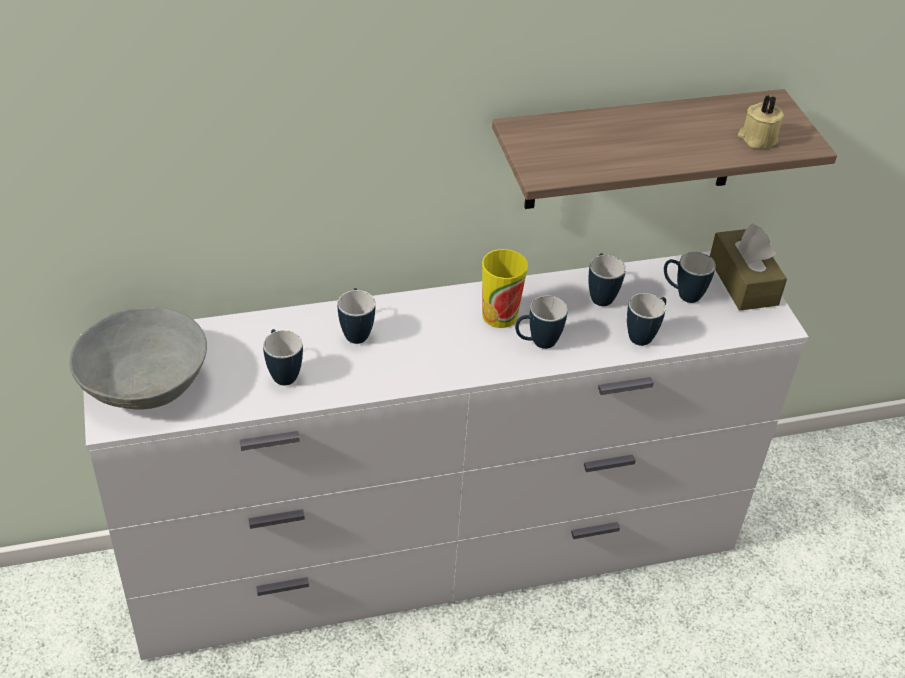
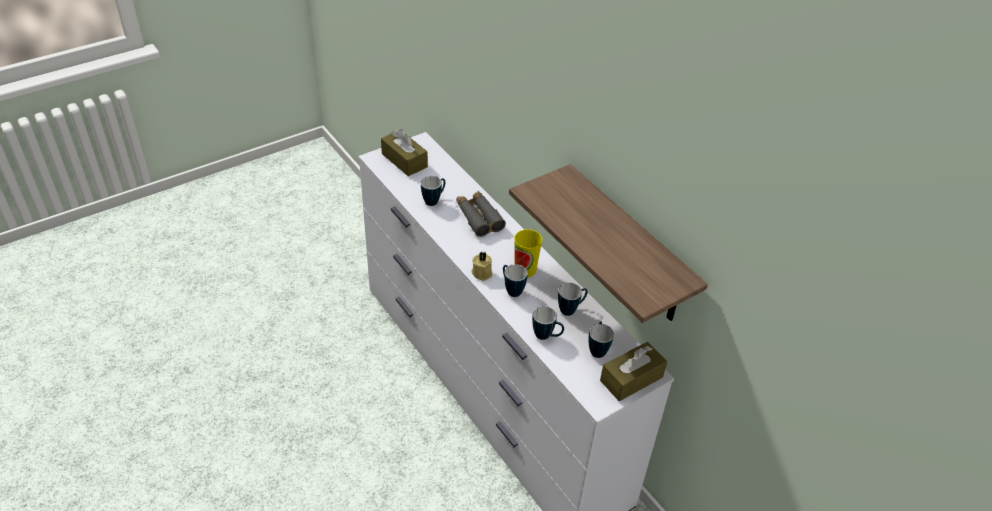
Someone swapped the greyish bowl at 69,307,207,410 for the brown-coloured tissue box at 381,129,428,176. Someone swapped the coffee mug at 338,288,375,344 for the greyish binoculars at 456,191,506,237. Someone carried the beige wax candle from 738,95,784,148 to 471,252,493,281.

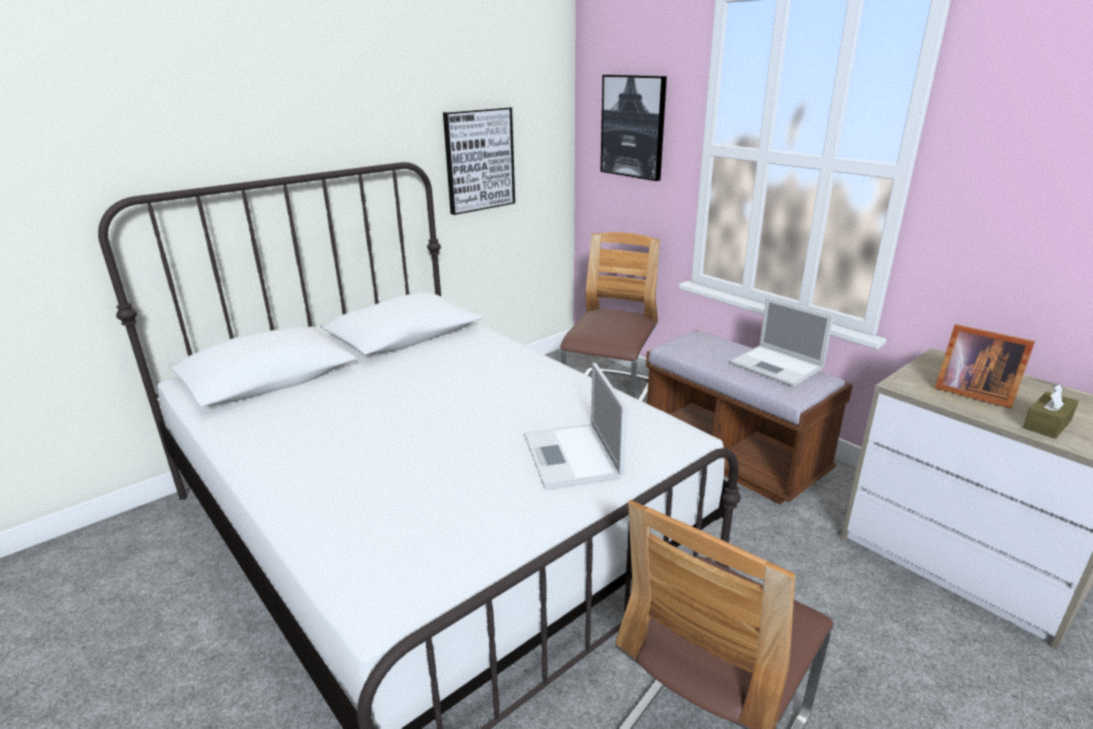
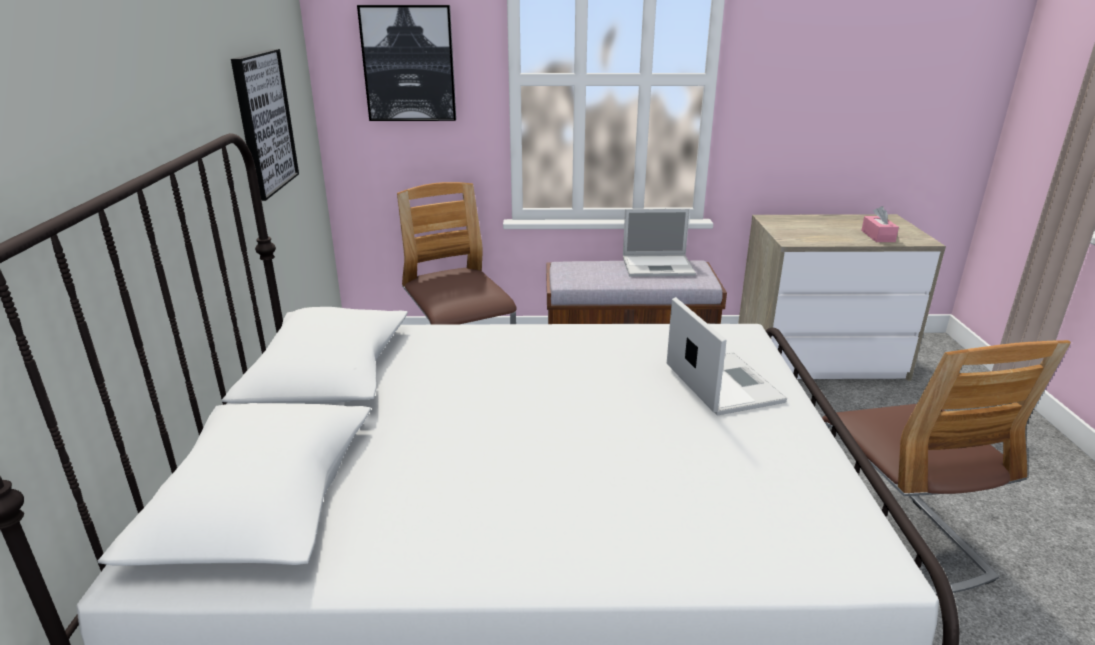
Someone rotated the laptop at 524,363,627,490 by 135 degrees counterclockwise. Someone took away the photo frame at 935,324,1035,409. Someone repainted the brown-coloured tissue box at 1023,383,1079,439, which became the pink-coloured tissue box at 861,206,899,242.

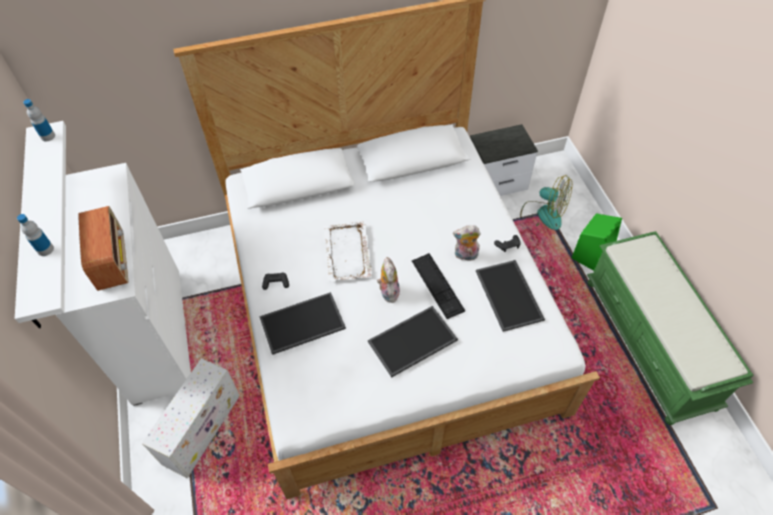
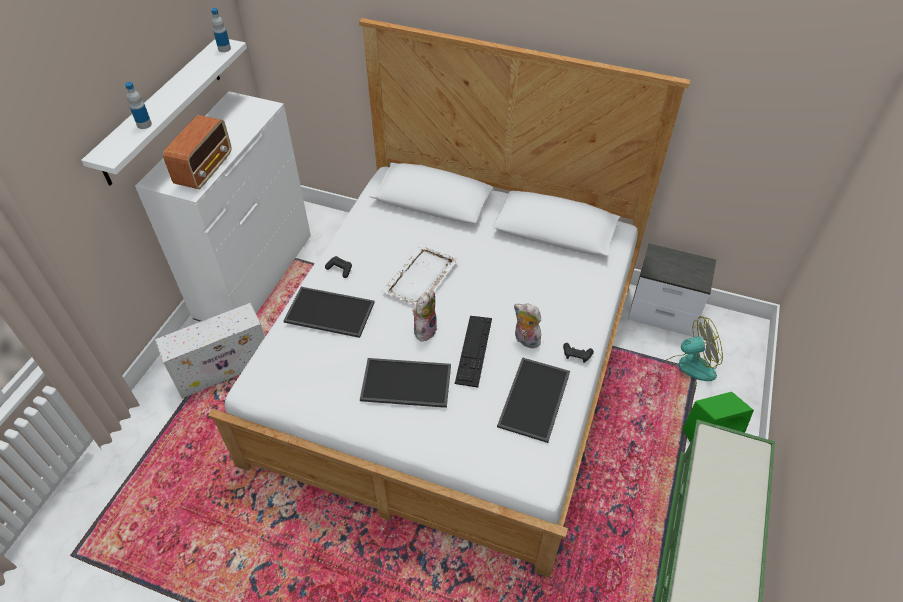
Someone rotated the electric fan at 520,175,572,230 by 75 degrees counterclockwise.

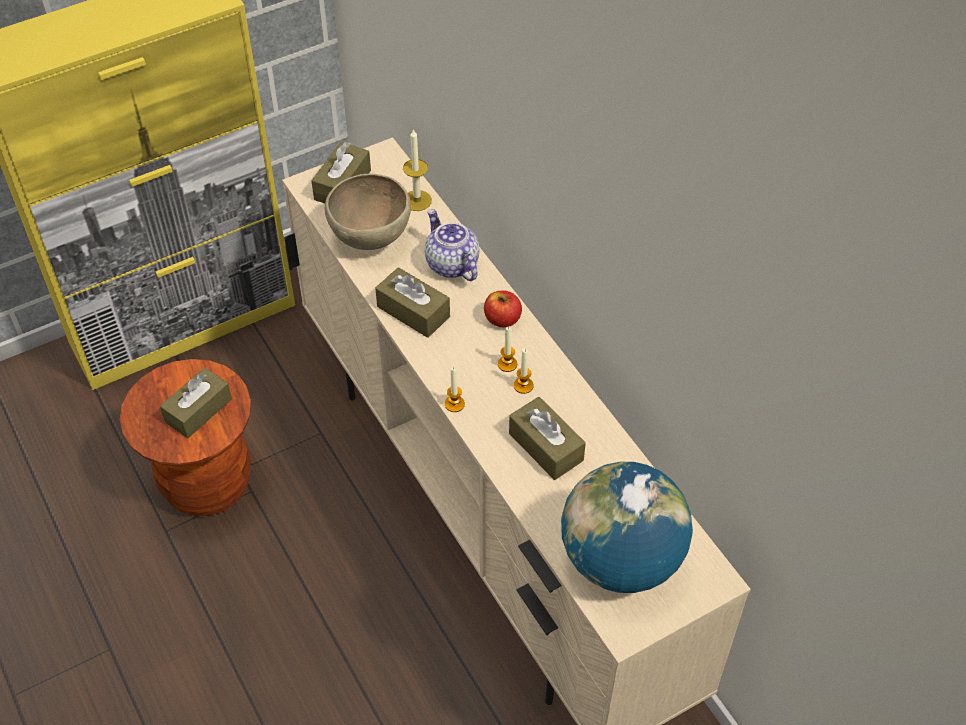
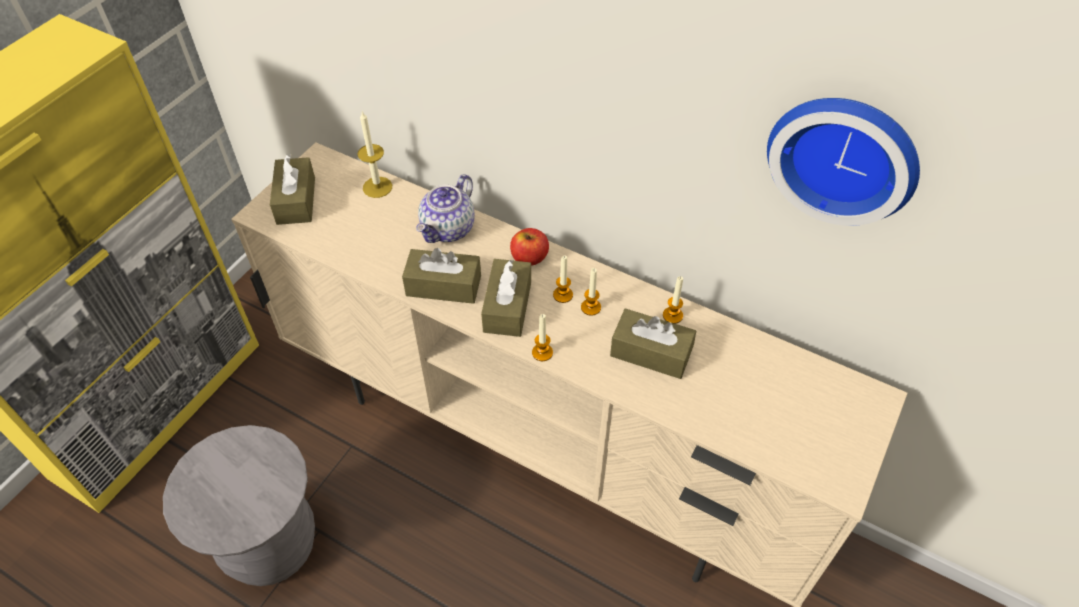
Someone repainted the brown-coloured sitting stool at 120,359,251,516, which became the greyish sitting stool at 163,425,315,586. Someone carried the brown-coloured tissue box from 160,367,232,438 to 481,259,531,337. Someone took away the brown-coloured bowl at 325,174,411,250. Someone rotated the tea pot at 425,209,479,281 by 90 degrees counterclockwise. Someone took away the world globe at 561,462,693,593. Someone put down the wax candle at 663,276,683,324. Someone put up the clock on the wall at 767,98,920,226.

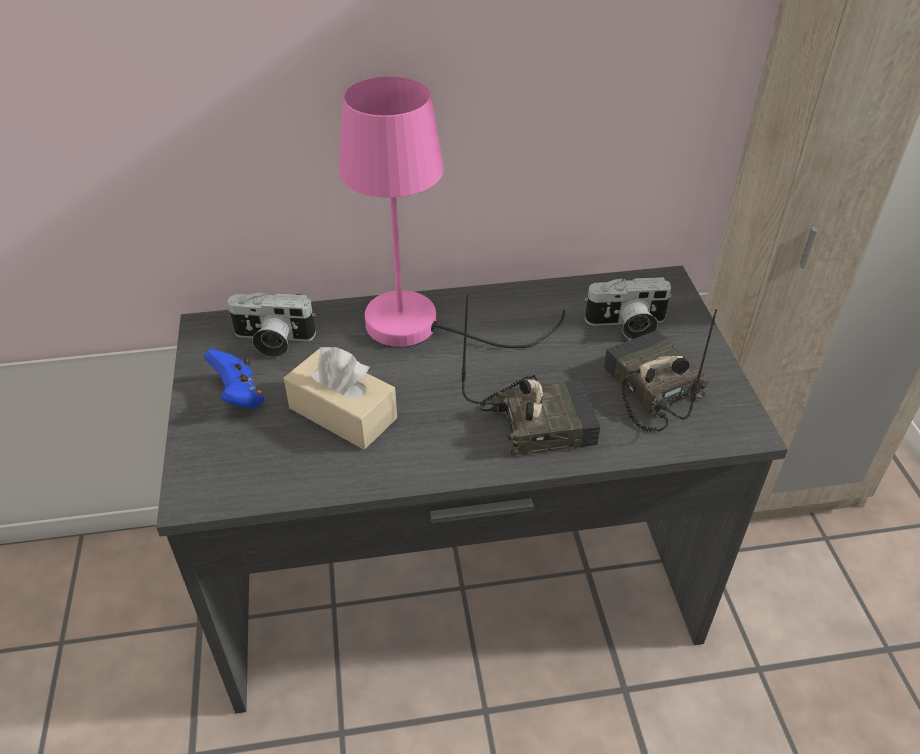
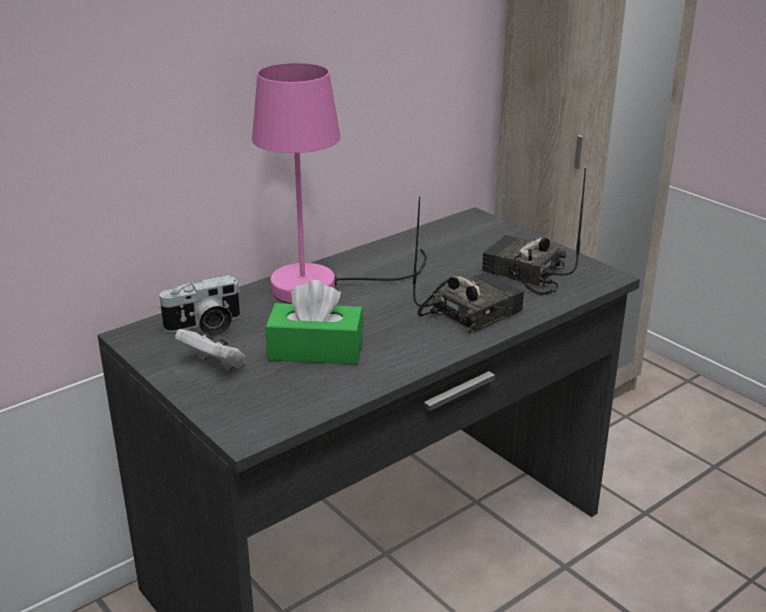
Someone repainted the blue game controller at 204,349,264,408, which became the white-coloured game controller at 175,329,246,370. Someone repainted the beige tissue box at 284,347,397,449, which became the greenish tissue box at 265,280,364,365. Someone took away the still camera at 584,277,672,340.

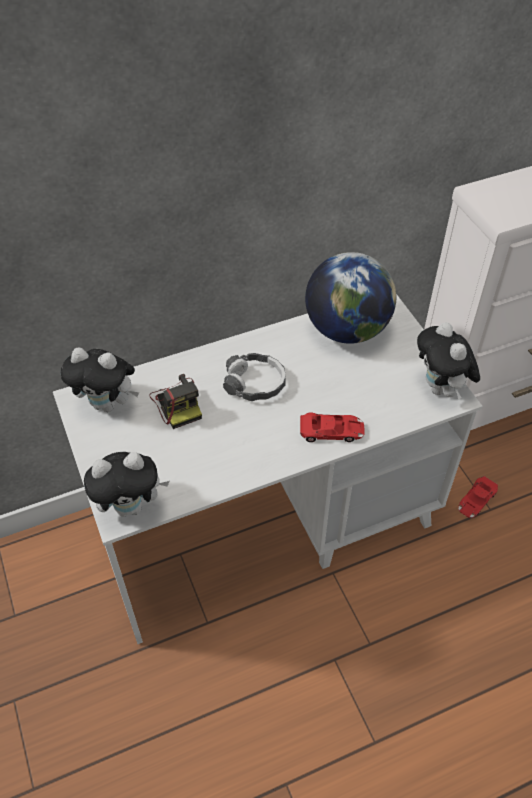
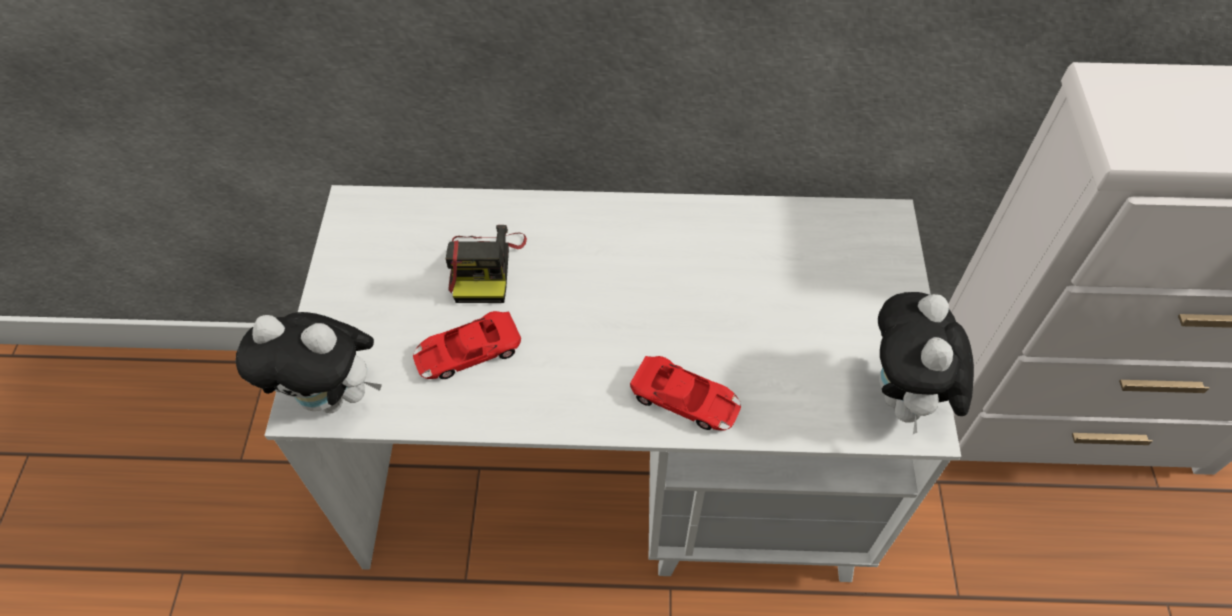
Someone took away the soft toy at 60,348,139,412. Someone took away the pair of headphones at 223,353,286,401. Someone took away the world globe at 305,252,396,344. Someone carried the red-coloured model car from 458,476,498,518 to 413,311,521,379.

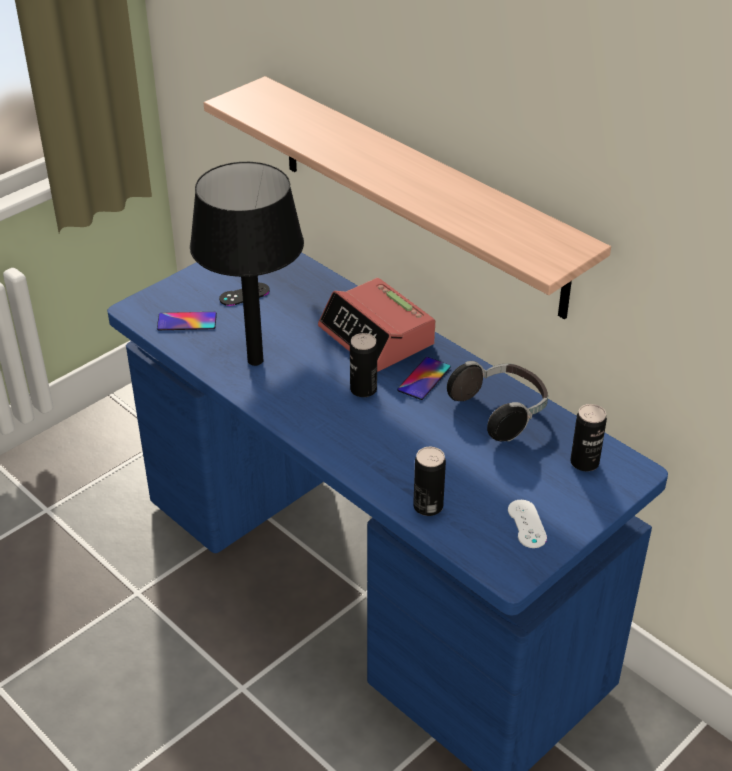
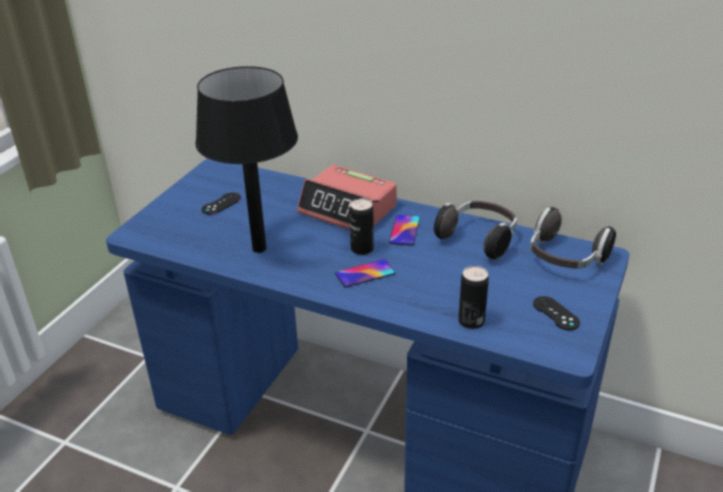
Someone carried the telephone from 157,312,217,330 to 335,259,395,288. Someone took away the shelf at 204,76,611,319. Someone repainted the white-coloured game controller at 508,500,547,548, which became the black-coloured game controller at 533,296,580,331. Someone swapped the can at 570,404,607,471 for the pair of headphones at 530,207,616,269.

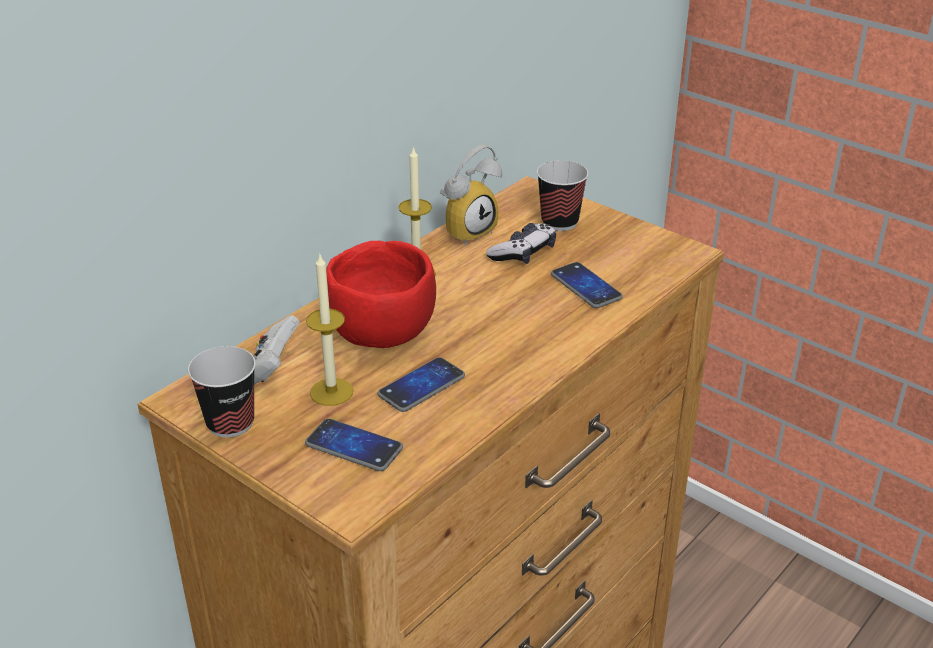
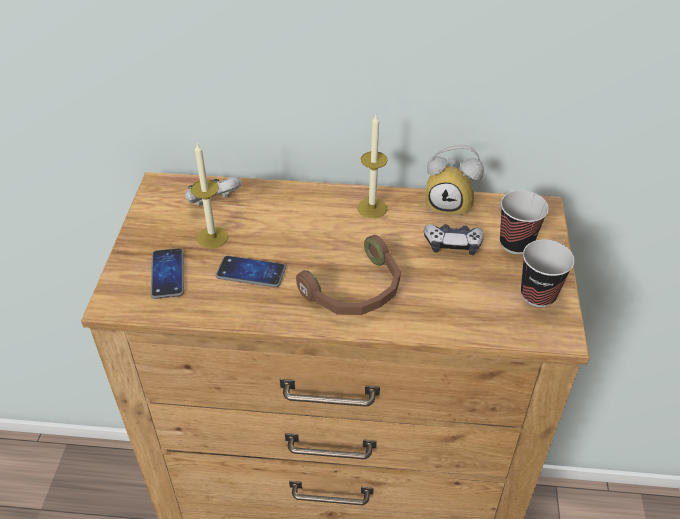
Someone carried the cup from 188,346,256,438 to 521,239,575,307. Someone took away the red-coloured bowl at 326,241,436,348. Someone took away the telephone at 551,262,623,308. Someone put down the brown-coloured pair of headphones at 296,235,401,315.

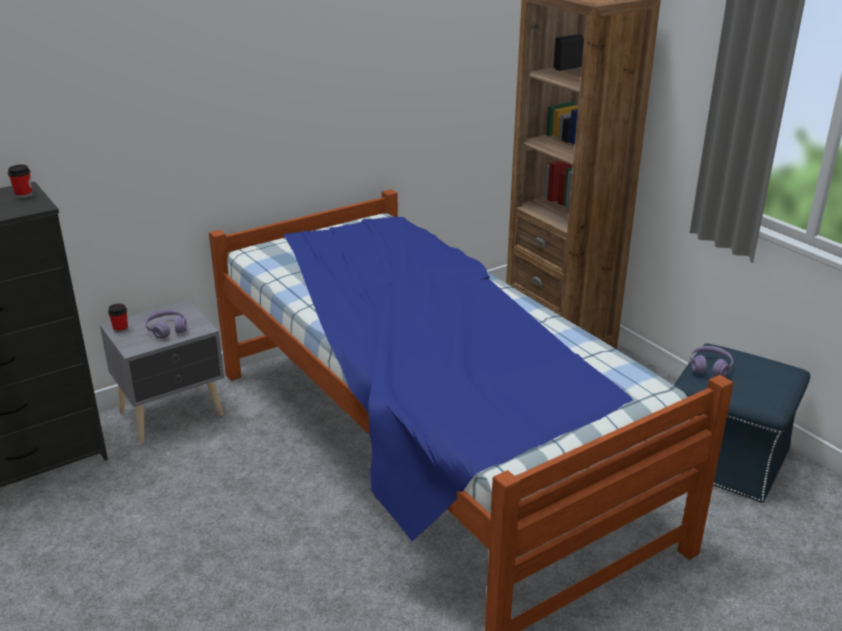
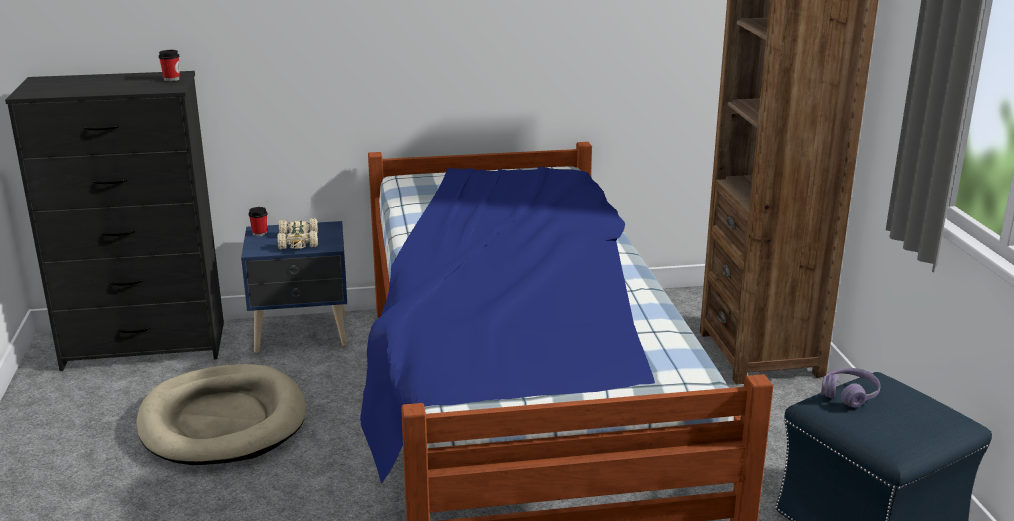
Someone repainted the greyish night table at 100,300,225,443, which became the blue night table at 241,221,347,353. Someone swapped the purplish pair of headphones at 145,310,187,339 for the beige model car at 277,218,318,249. Someone put down the beige dog cushion at 137,364,306,465.

